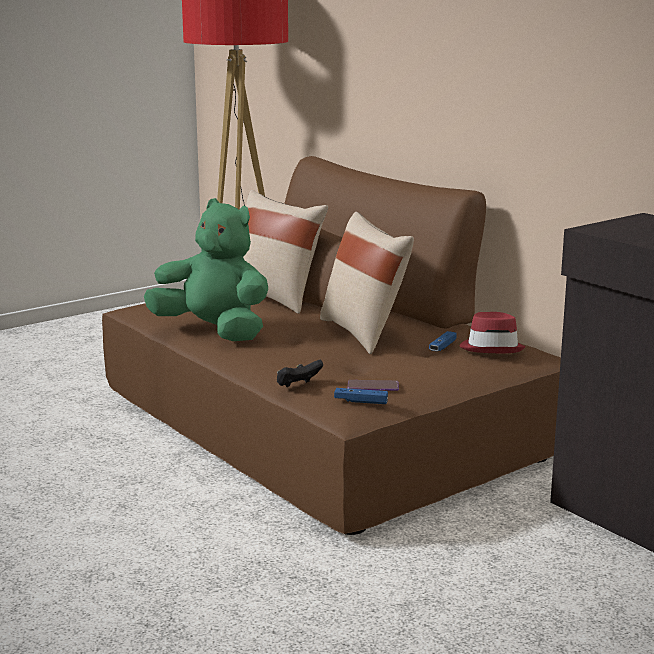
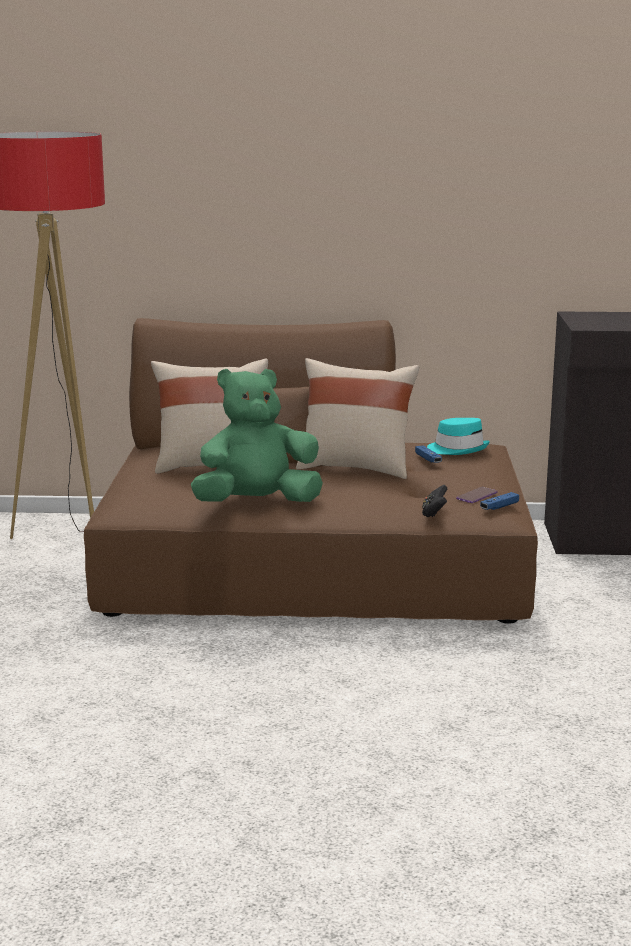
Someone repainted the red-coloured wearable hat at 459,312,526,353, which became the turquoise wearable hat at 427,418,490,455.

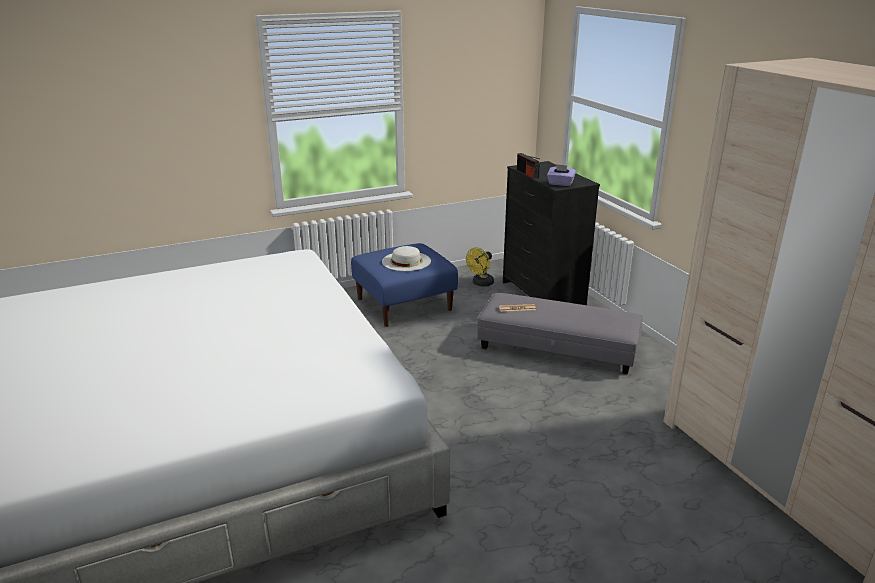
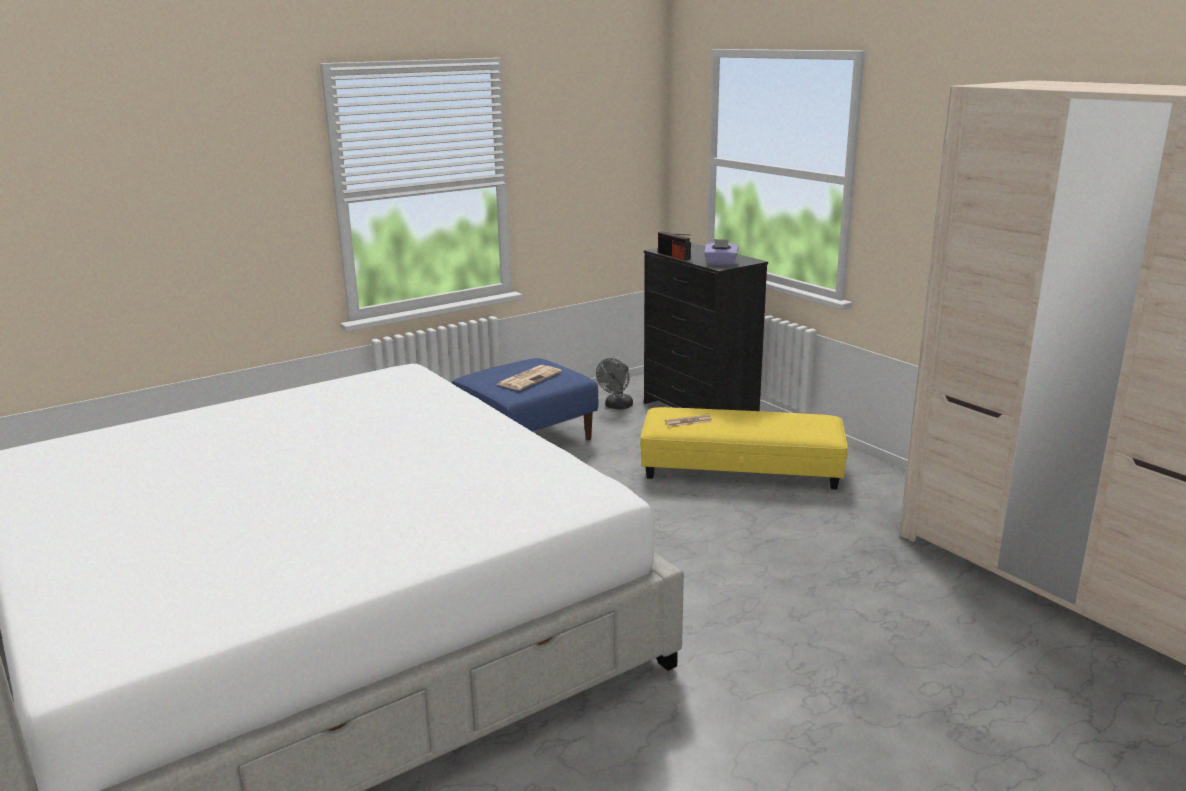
Someone swapped the white-coloured wearable hat at 382,246,431,271 for the printed paper at 497,365,562,390. Someone repainted the yellow-coloured electric fan at 466,247,494,287, which became the greyish electric fan at 596,358,633,409. Someone repainted the greyish pouffe at 477,293,643,374, which became the yellow-coloured pouffe at 640,407,848,490.

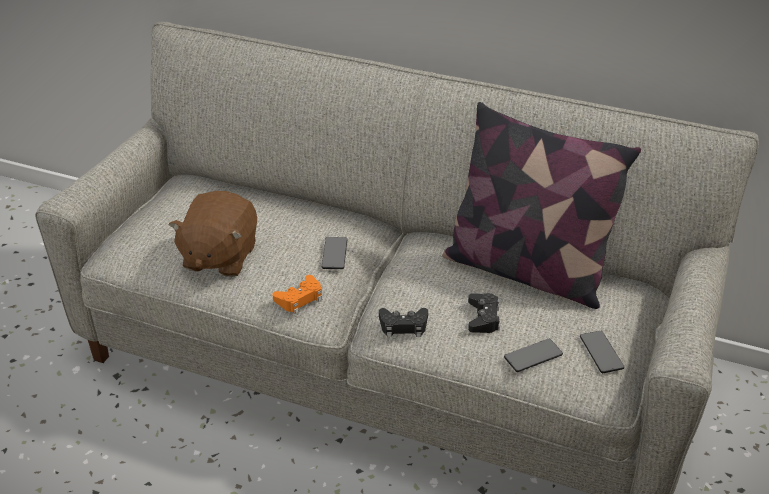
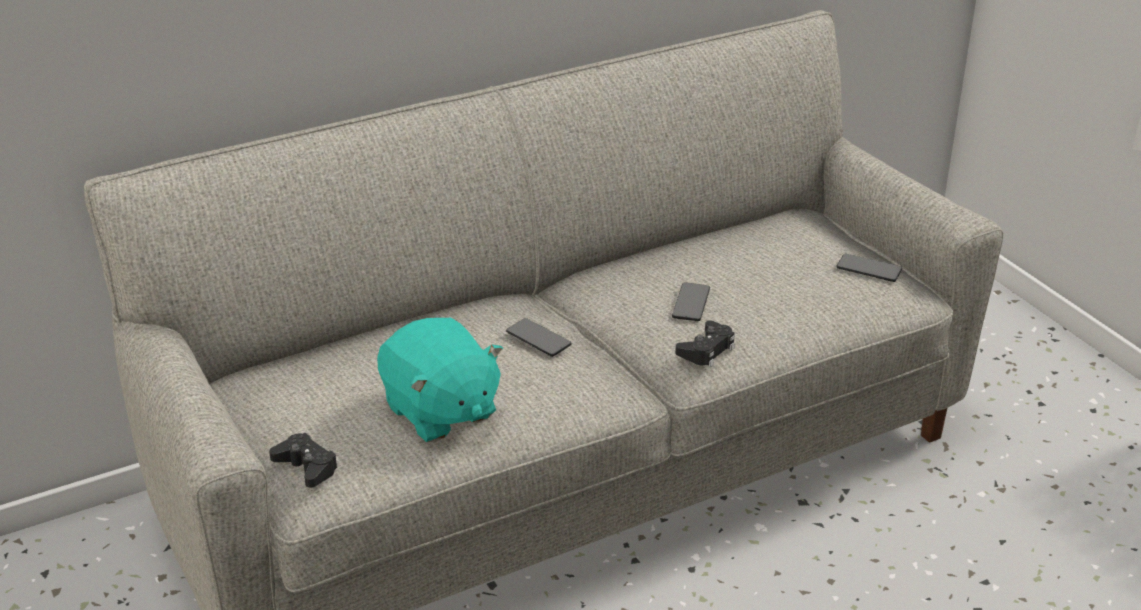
Someone repainted the brown-coloured soft toy at 169,191,257,277, which became the turquoise soft toy at 377,318,503,442. Someone took away the orange-coloured game controller at 272,275,322,314. Someone took away the pillow at 442,102,641,309. Someone carried the black-coloured game controller from 468,293,500,333 to 269,433,338,488. Someone carried the telephone from 504,339,563,372 to 672,282,710,321.

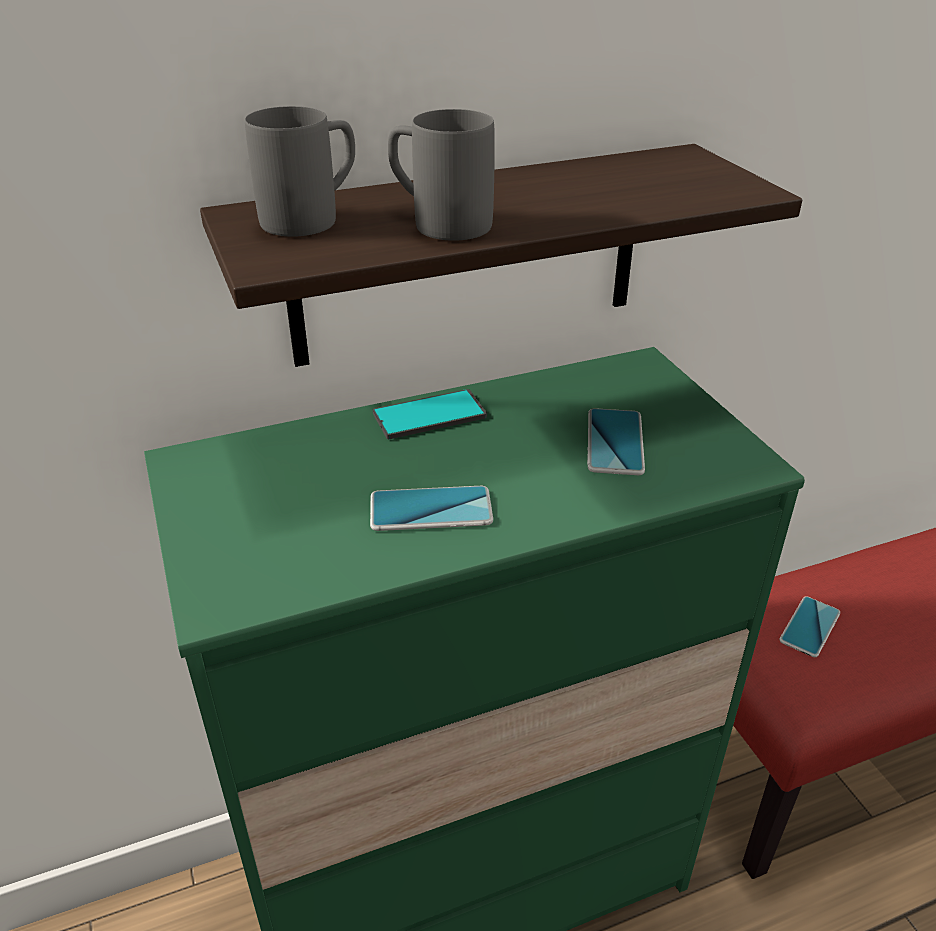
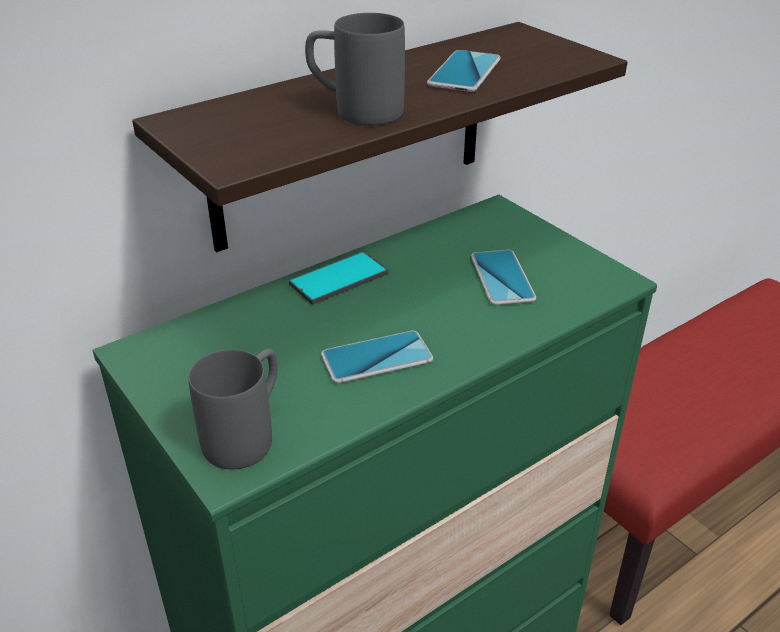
Someone carried the greyish coffee mug from 245,106,355,237 to 188,349,278,469. Someone carried the telephone from 779,596,840,657 to 427,50,500,92.

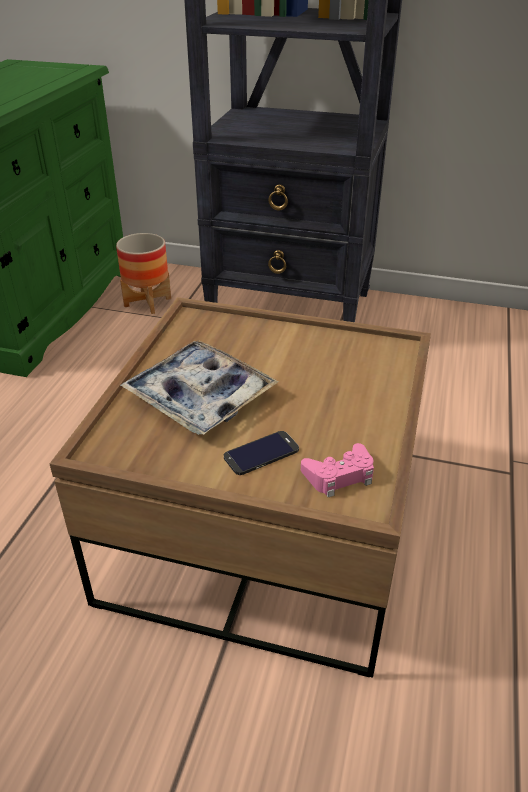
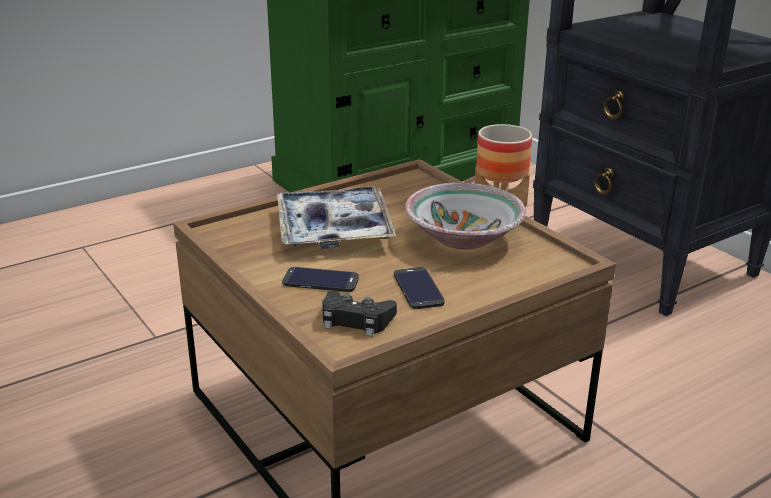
Someone repainted the pink-coloured game controller at 301,443,374,497, which became the black-coloured game controller at 322,291,397,337. Someone put down the telephone at 394,267,445,309. Someone put down the bowl at 405,182,526,250.

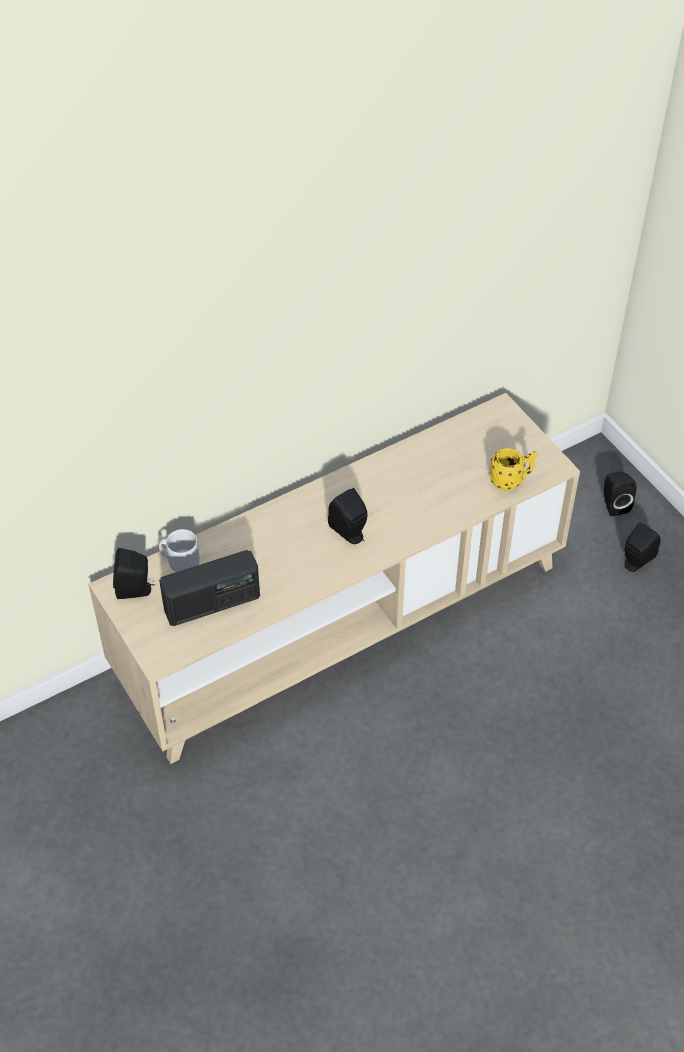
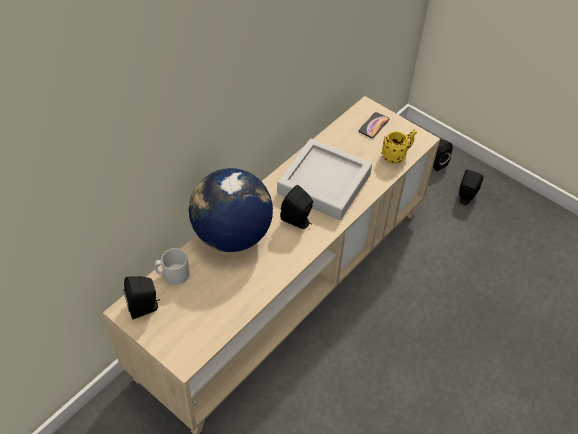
Someone took away the radio at 159,550,260,626. Someone put down the world globe at 189,168,273,252. Someone put down the greyish tray at 277,138,372,220. Someone put down the telephone at 359,112,389,138.

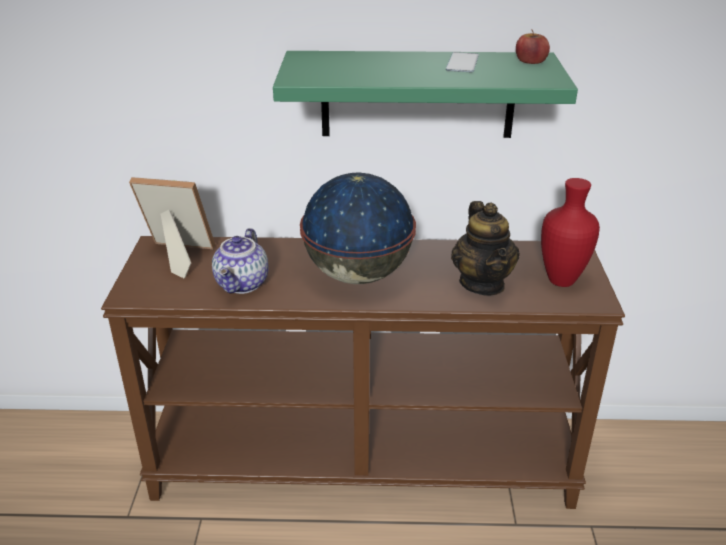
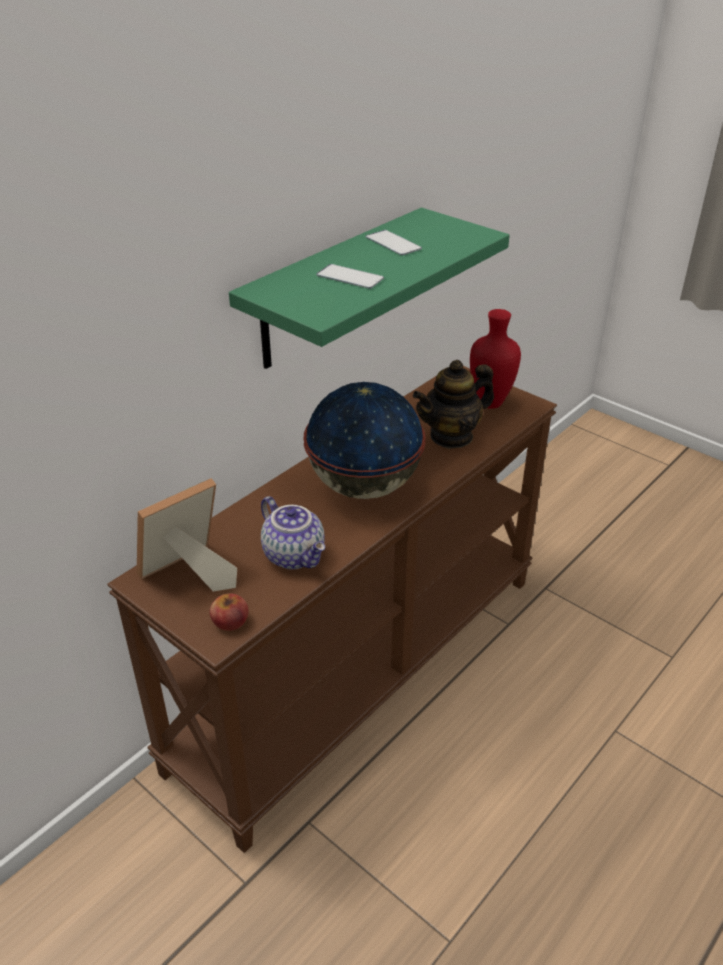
Someone rotated the tea pot at 451,201,520,296 by 120 degrees clockwise. Someone carried the apple from 516,29,550,64 to 210,593,249,631. Someone put down the telephone at 316,264,384,289.

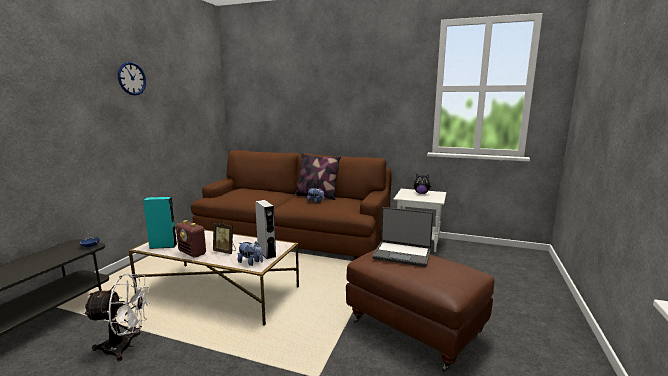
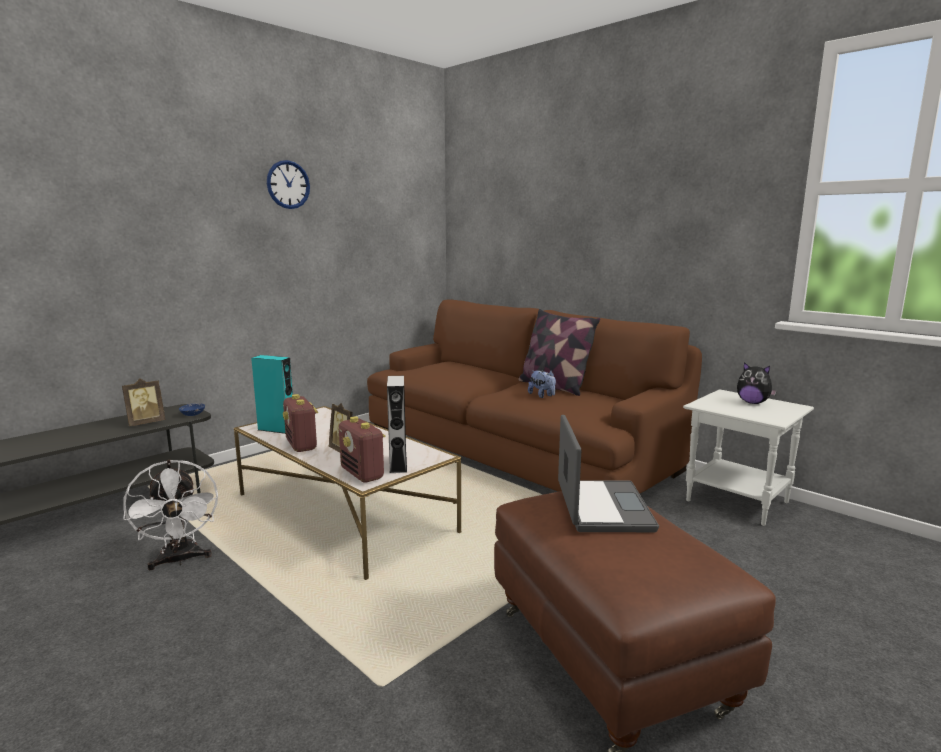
Someone rotated the white-coloured electric fan at 83,273,150,361 by 45 degrees clockwise. Someone swapped the soft toy at 238,241,263,266 for the radio at 339,416,386,483. Someone rotated the laptop at 372,207,433,267 by 135 degrees counterclockwise. Someone put down the photo frame at 122,379,165,426.

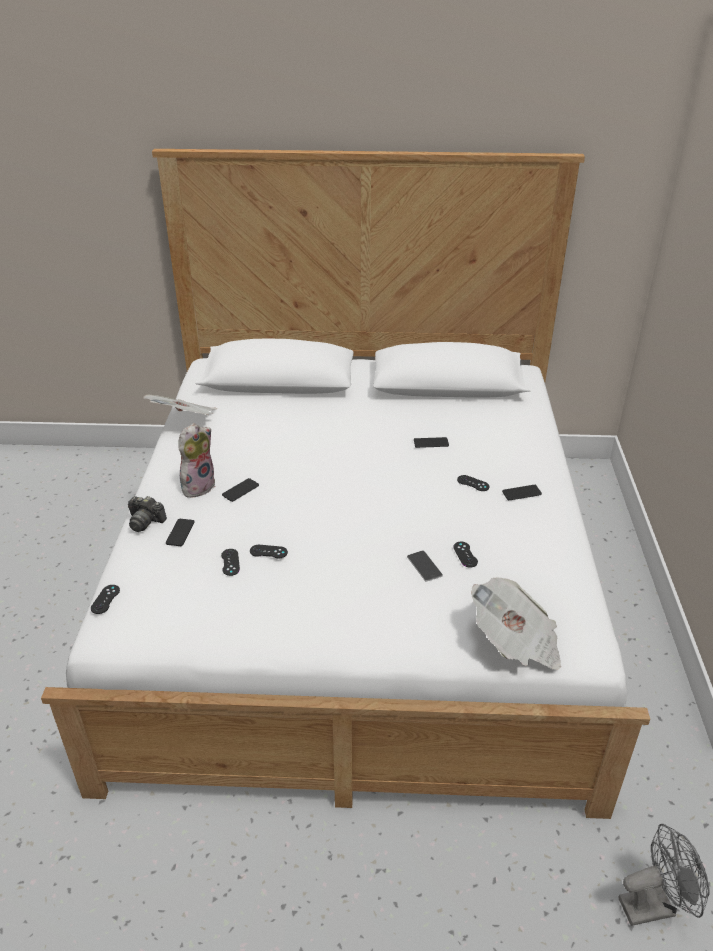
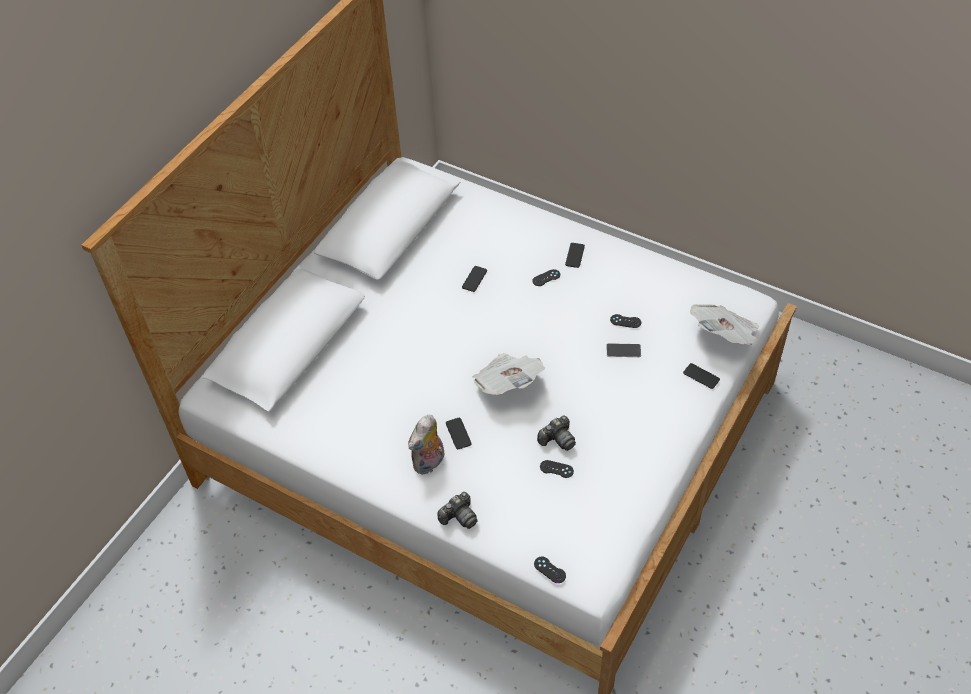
Someone carried the printed paper from 143,395,217,415 to 472,353,545,395. Someone carried the telephone from 166,519,195,546 to 683,363,720,389. Someone rotated the soft toy at 176,423,215,498 by 120 degrees counterclockwise. Someone swapped the black-coloured game controller at 250,545,288,558 for the still camera at 537,416,576,451. Someone took away the greyish electric fan at 618,824,709,926.

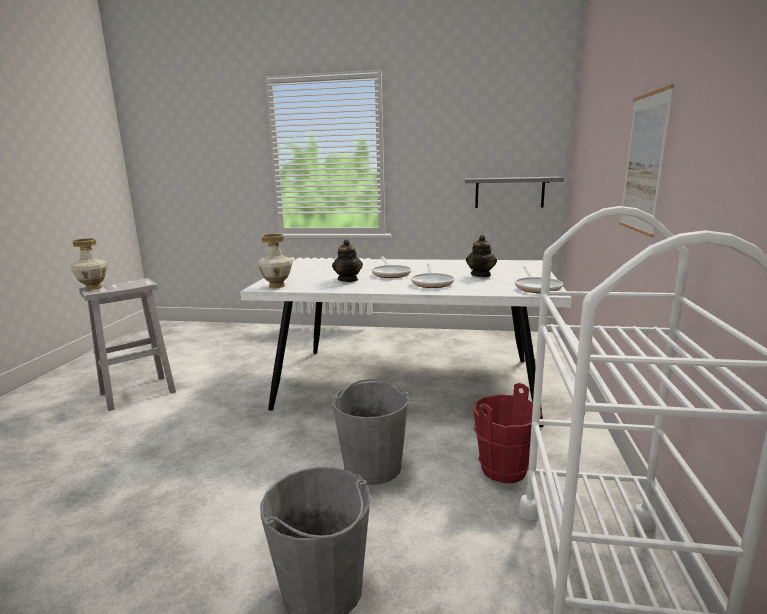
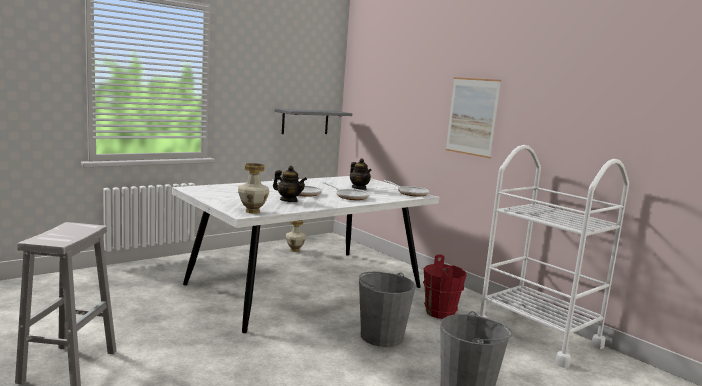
Someone carried the flower vase from 71,238,107,290 to 286,220,306,252.

